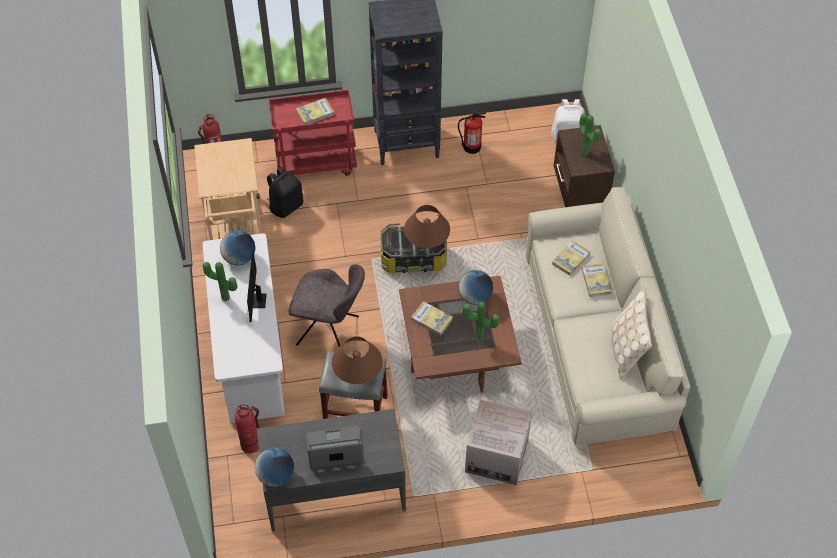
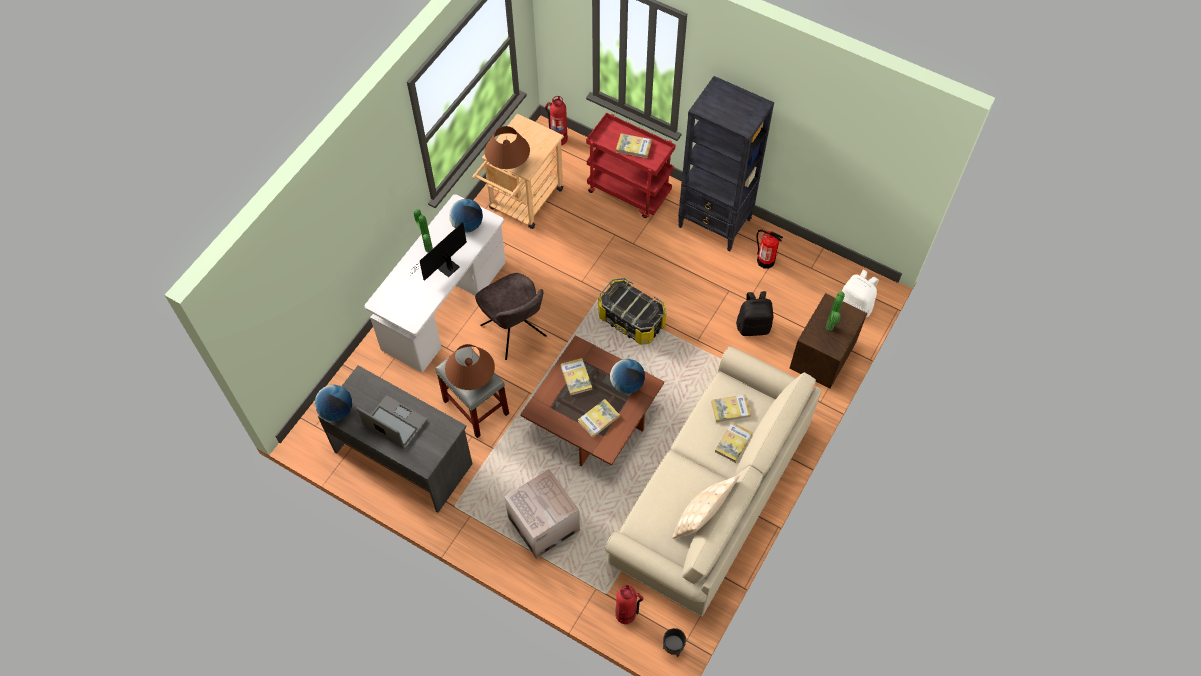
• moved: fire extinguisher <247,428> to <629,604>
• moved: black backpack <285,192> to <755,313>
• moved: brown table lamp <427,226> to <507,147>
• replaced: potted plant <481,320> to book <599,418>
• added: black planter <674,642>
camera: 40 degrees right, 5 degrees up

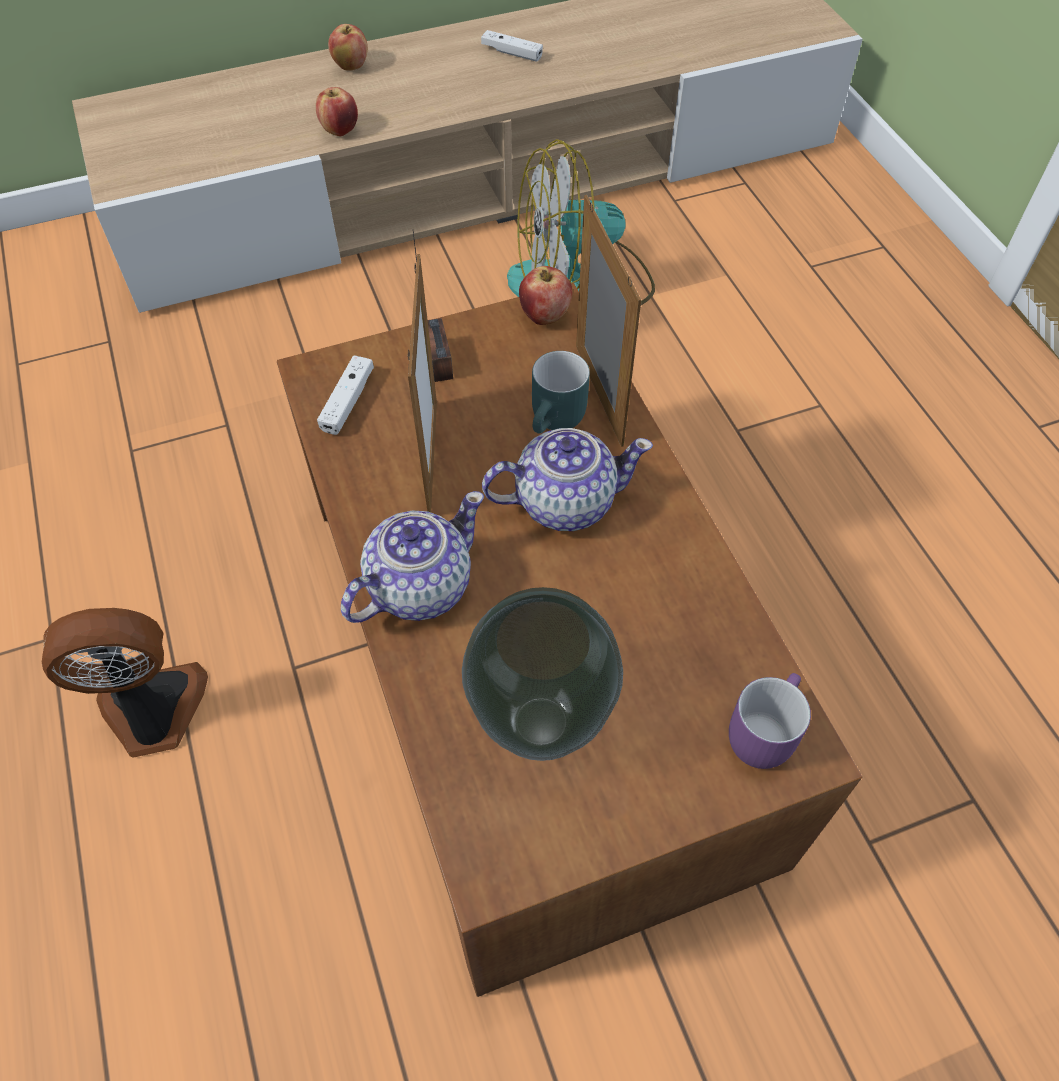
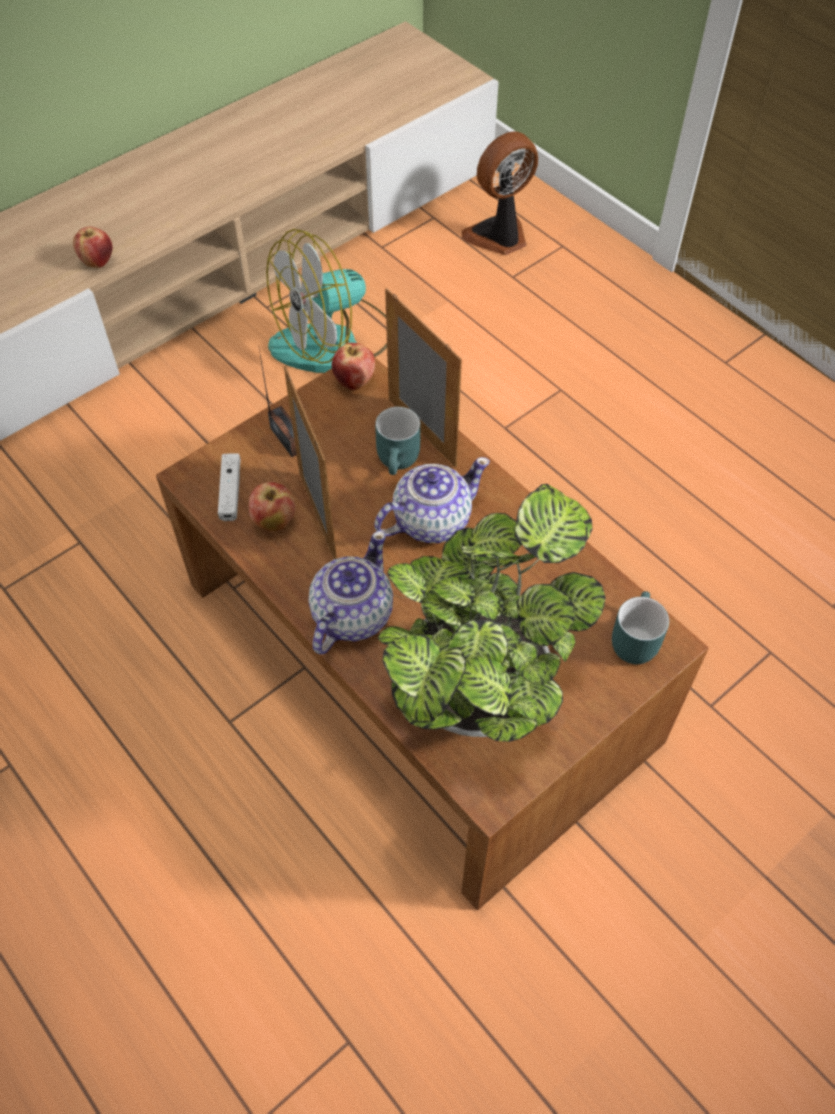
• moved: fan <125,683> to <500,193>
• moved: apple <348,47> to <272,506>
• replaced: vase <542,674> to potted plant <492,613>
• removed: white game controller <512,46>
• recoloured: purple mug <770,721> to turquoise mug <640,627>
camera: 20 degrees left, 0 degrees up

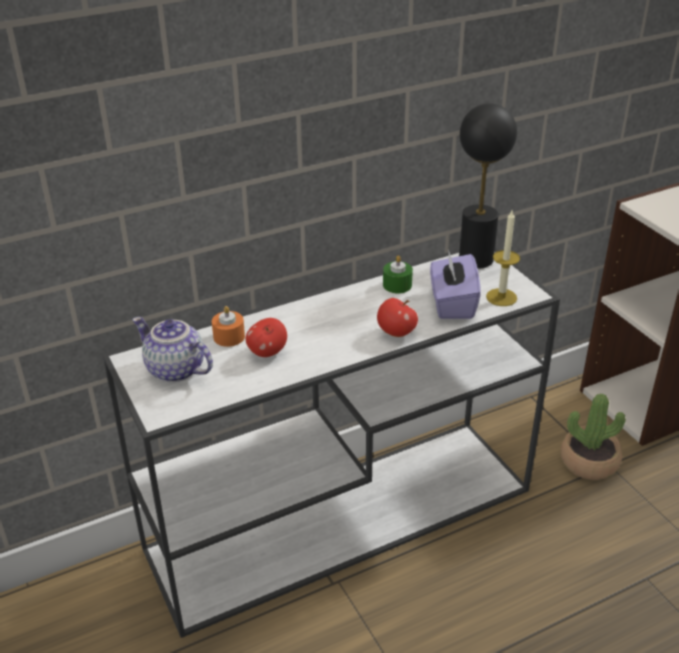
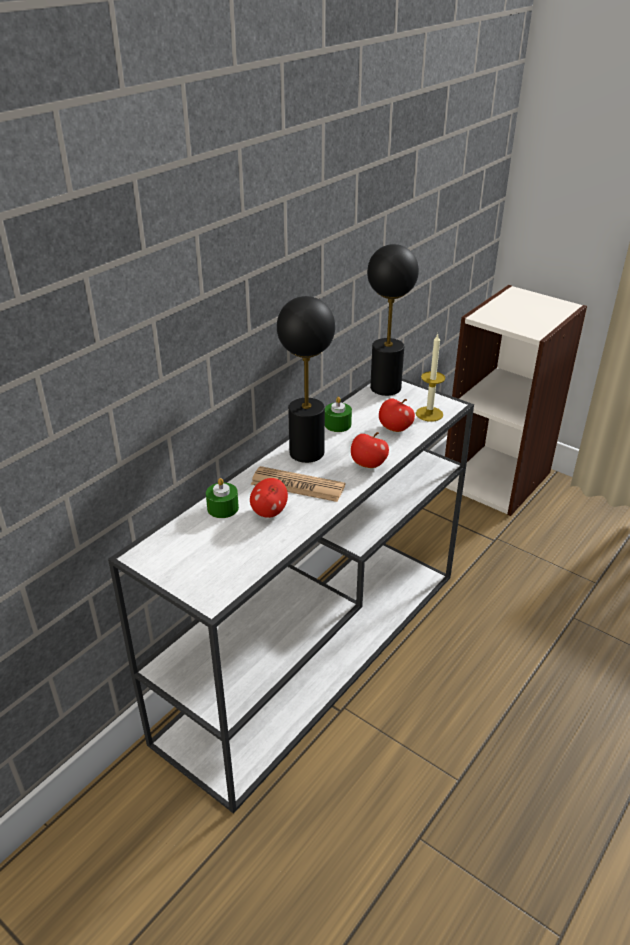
• removed: teapot <172,349>
• recoloured: orange candle <228,326> to green candle <222,498>
• replaced: purple tissue box <455,285> to apple <397,415>
• removed: potted plant <593,437>
• added: newspaper <298,484>
• added: black table lamp <306,379>
camera: 25 degrees left, 0 degrees up

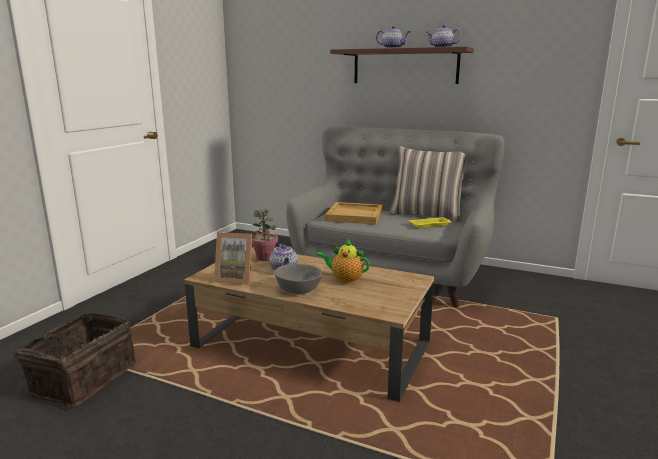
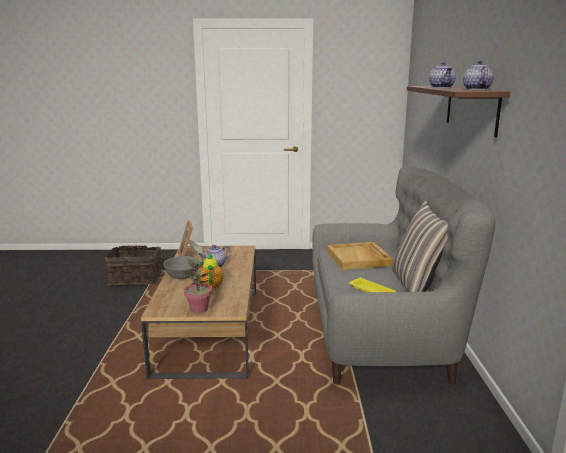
• moved: potted plant <265,234> to <197,286>
camera: 65 degrees right, 0 degrees up

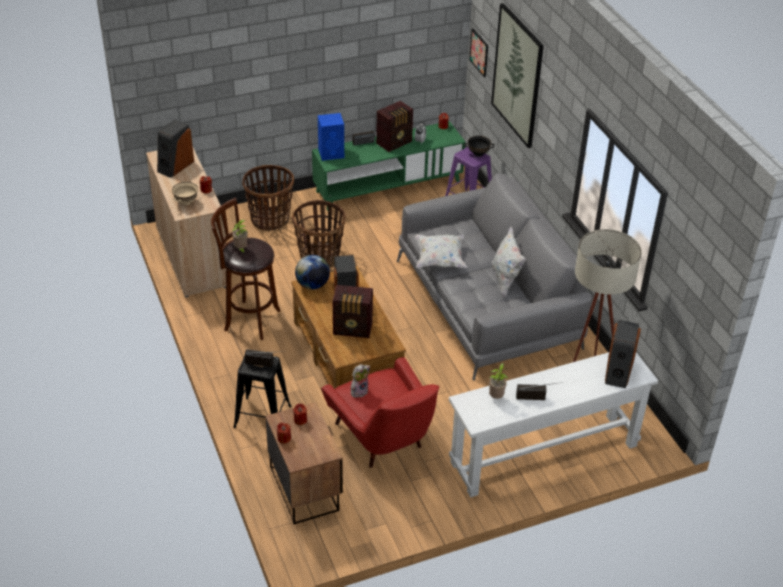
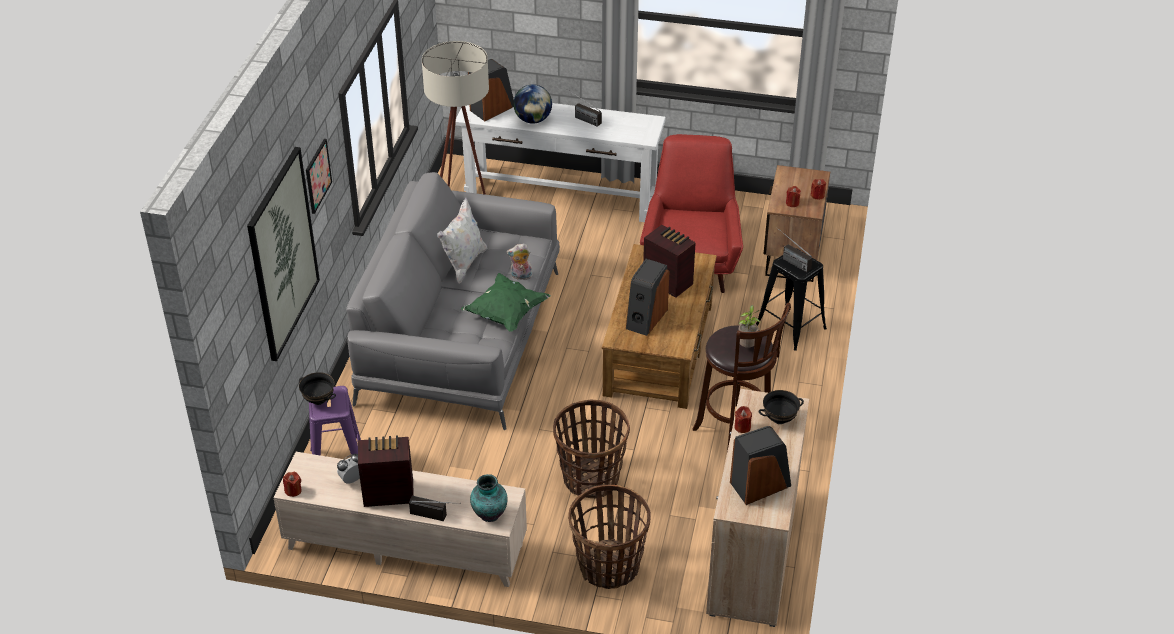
• recoloured: beige bowl <185,193> to black bowl <781,407>
• moved: globe <312,272> to <532,104>
• recoloured: green tv stand <388,166> to beige tv stand <400,519>
• replaced: blue speaker <331,137> to vase <489,498>
• moved: plush toy <360,381> to <519,261>
• recoloured: white pillow <441,251> to green pillow <506,302>
• moved: picture <478,52> to <319,176>
• removed: potted plant <498,381>
camera: 145 degrees left, 0 degrees up

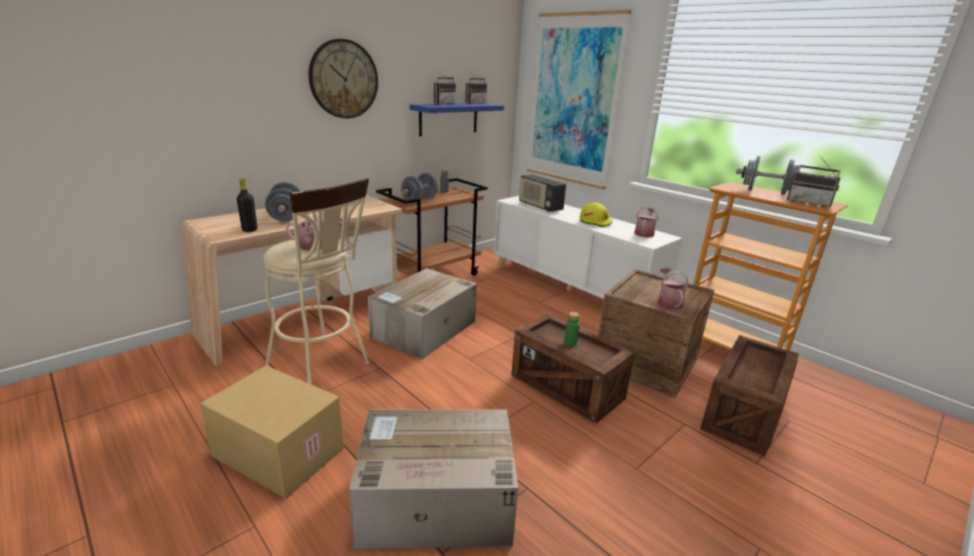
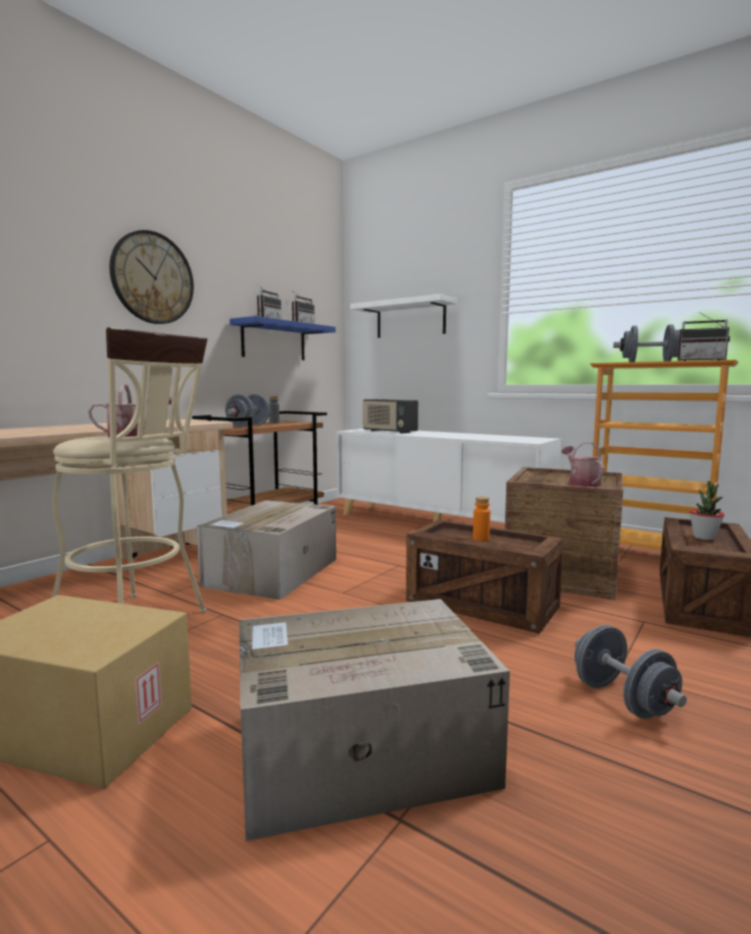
• removed: black bottle <247,205>
• moved: grey dumbbell <283,202> to <631,672>
• replaced: picture <579,99> to white shelf <403,316>
• recoloured: green bottle <572,329> to orange bottle <481,519>
• removed: yellow hard hat <596,214>
• removed: watering can <646,222>
• added: potted plant <706,510>
camera: 10 degrees left, 15 degrees down

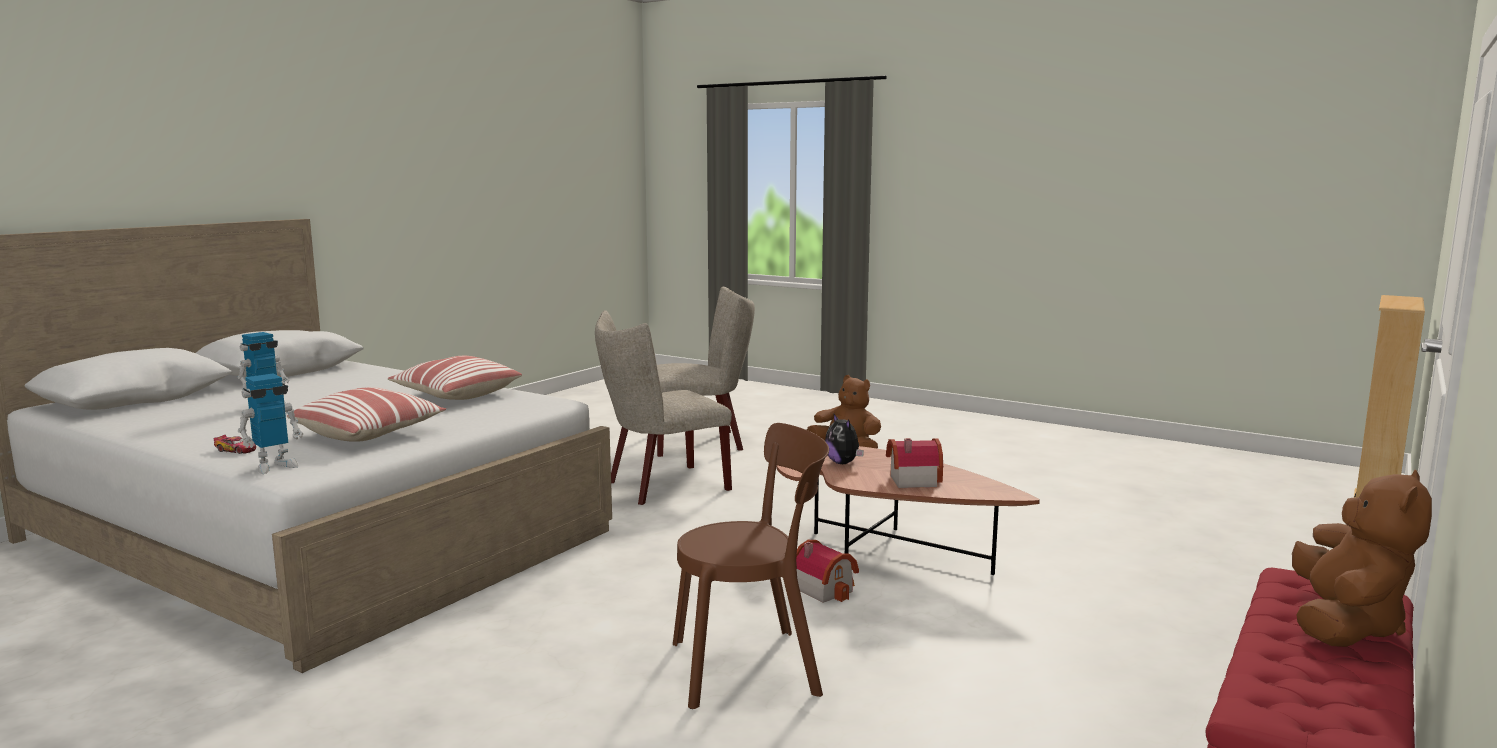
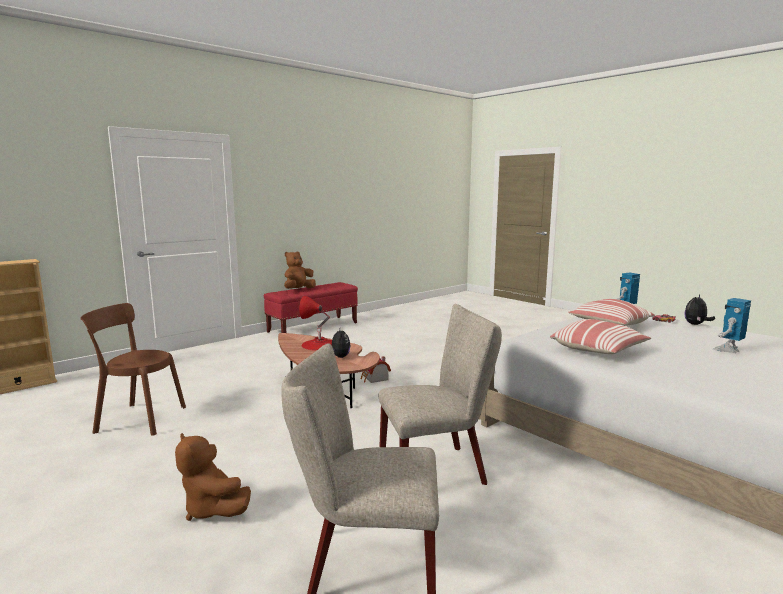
• moved: brown chair <751,566> to <133,369>
• replaced: toy house <914,463> to red table lamp <315,323>
• added: plush toy <699,309>
camera: 165 degrees left, 0 degrees up

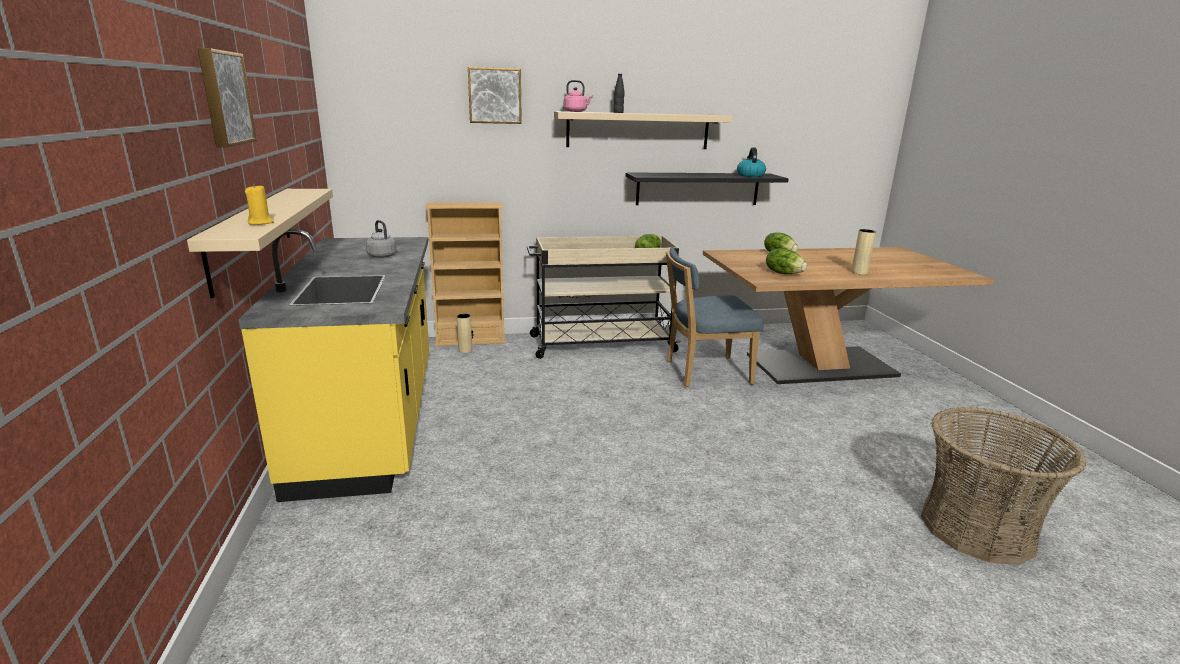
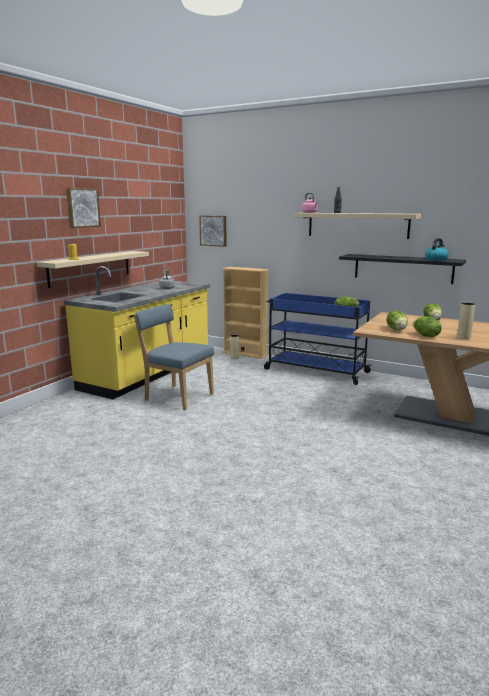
• moved: picture <495,95> to <213,231>
• recoloured: beige cart <604,297> to blue cart <318,339>
• moved: blue chair <715,317> to <174,357>
• removed: basket <1003,486>
• added: lettuce <427,326>
camera: 40 degrees right, 5 degrees down

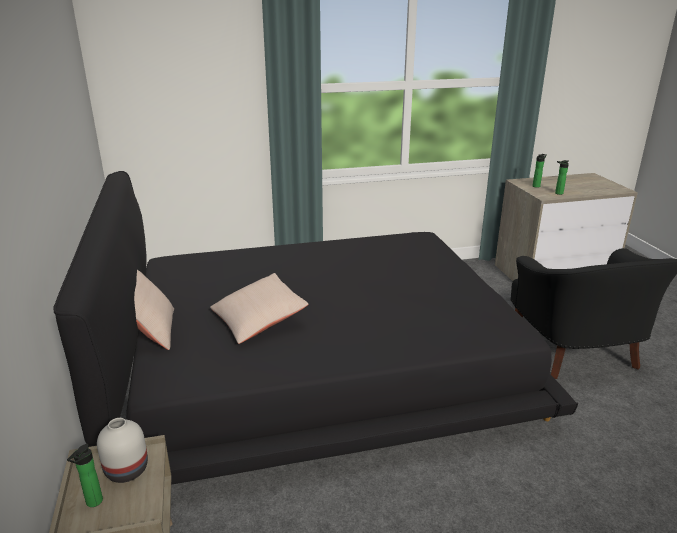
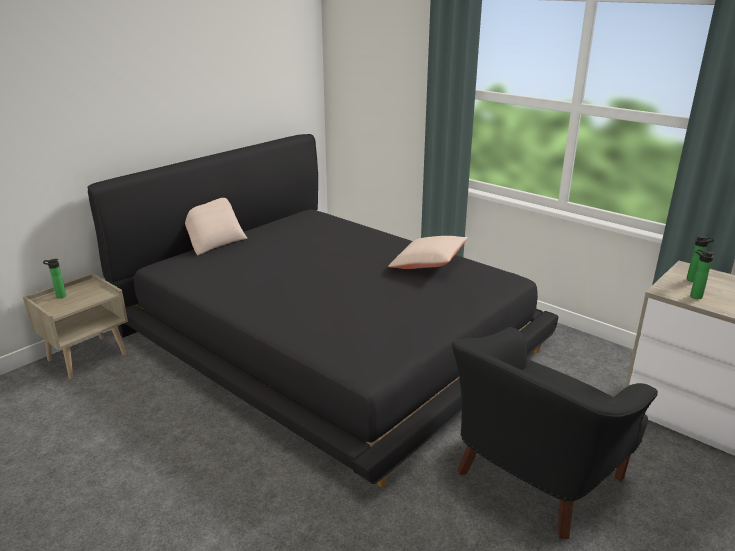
• removed: white vase <122,450>
• moved: beige pillow <259,308> to <428,252>
camera: 55 degrees right, 0 degrees up

